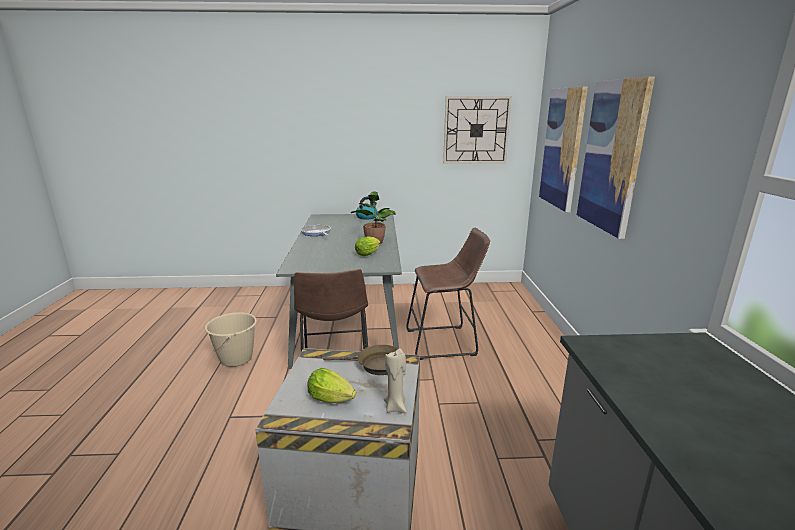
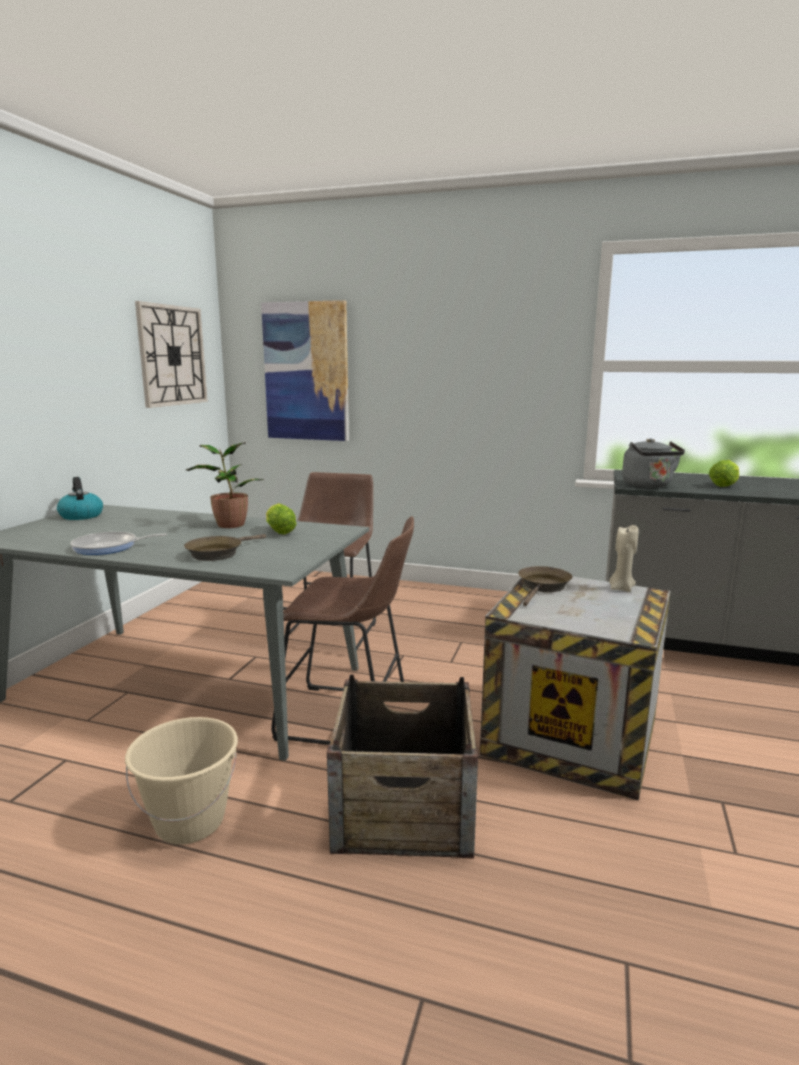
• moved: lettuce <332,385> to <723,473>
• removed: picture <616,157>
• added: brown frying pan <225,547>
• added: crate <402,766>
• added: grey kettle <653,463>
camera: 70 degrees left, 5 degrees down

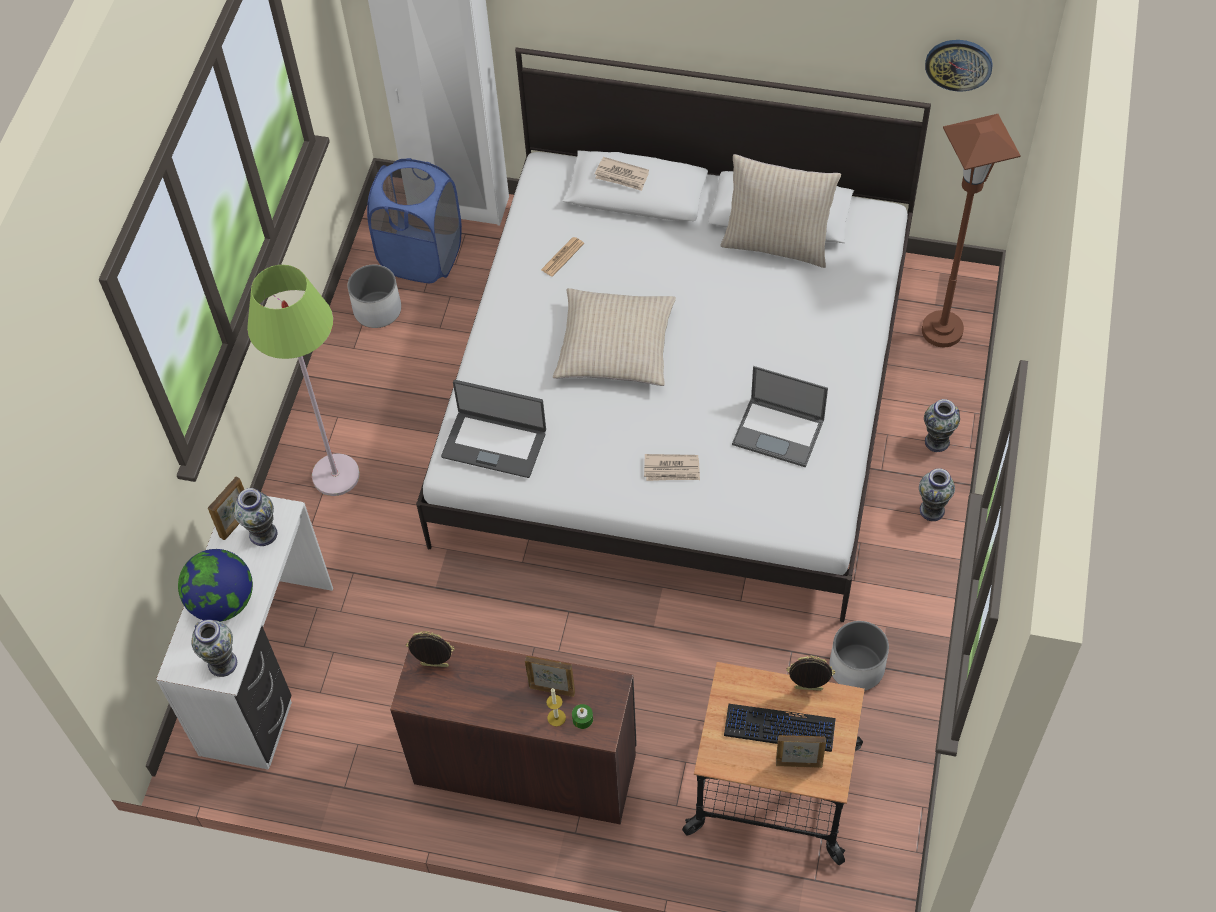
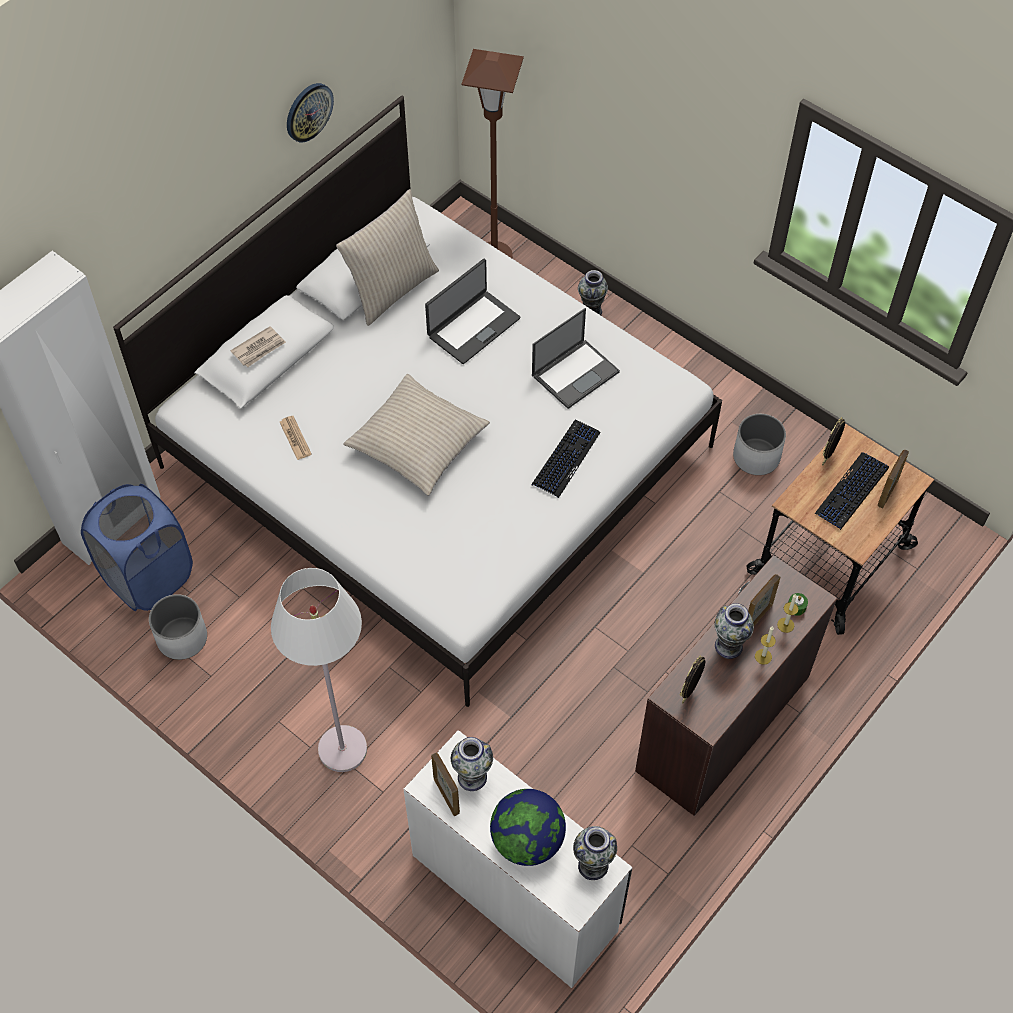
• recoloured: green floor lamp <303,380> to white floor lamp <319,670>
• moved: laptop <493,429> to <472,311>
• replaced: newspaper <672,467> to keyboard <566,458>
• moved: vase <937,494> to <734,631>
• moved: wall clock <959,65> to <310,112>
• added: candle <765,645>
camera: 65 degrees left, 0 degrees up

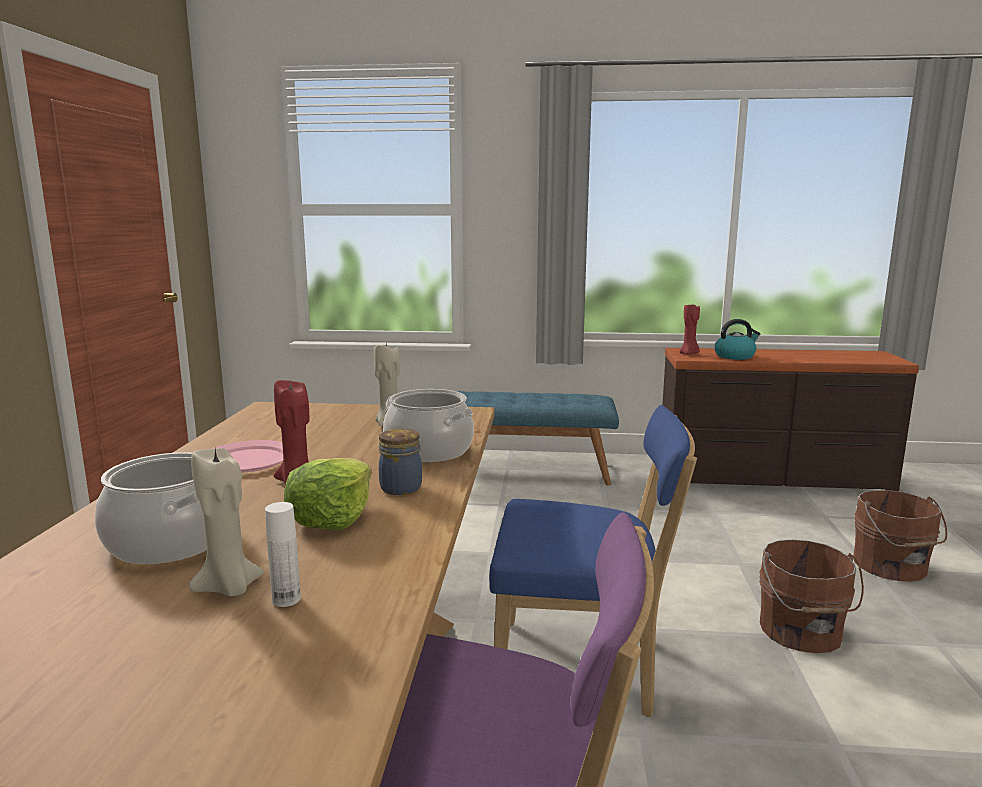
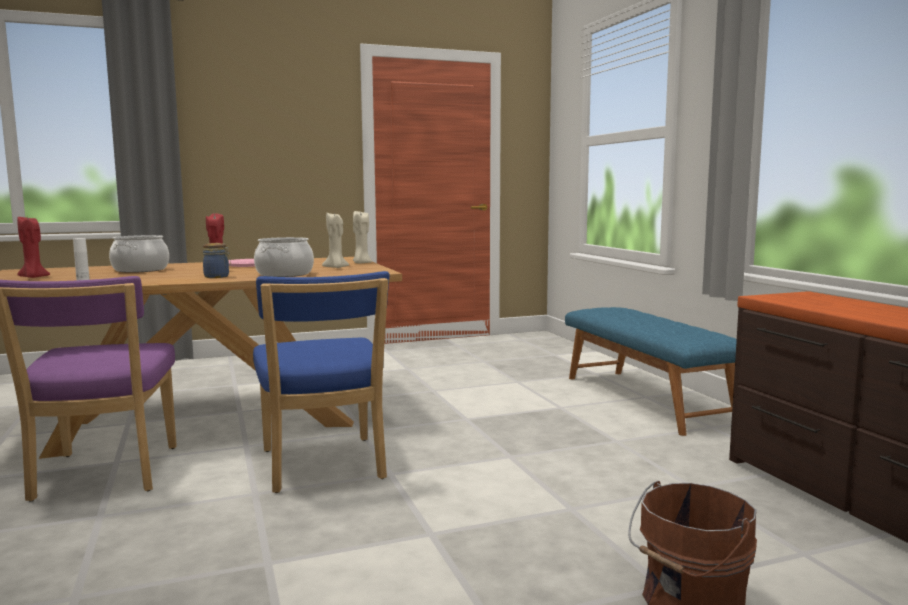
• moved: beige candle <226,522> to <362,237>
• removed: lettuce <328,494>
• moved: red candle <690,330> to <33,247>
• removed: kettle <737,339>
• removed: brown bucket <811,596>
camera: 65 degrees right, 5 degrees down

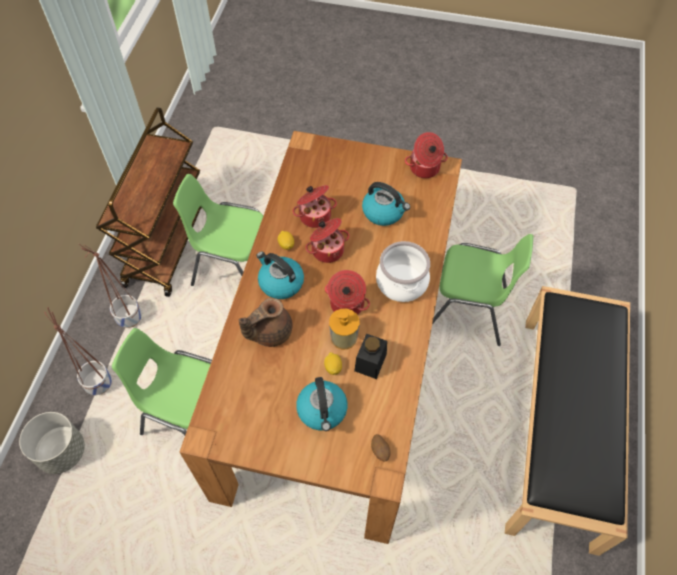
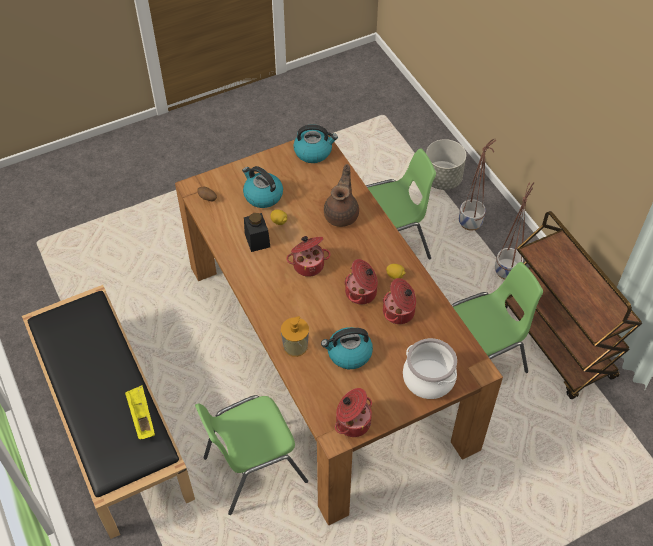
• moved: kettle <280,275> to <315,143>
• moved: soap dispenser <344,329> to <295,336>
• moved: cooking pot <403,271> to <430,368>
• added: yellow tray <140,412>
camera: 140 degrees right, 5 degrees down

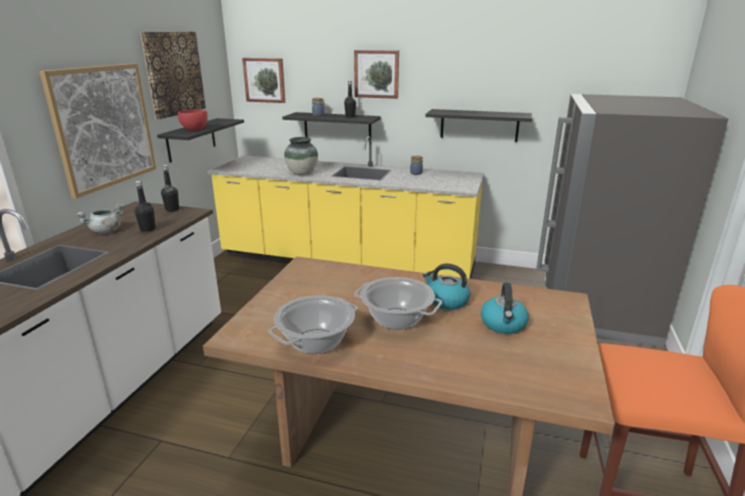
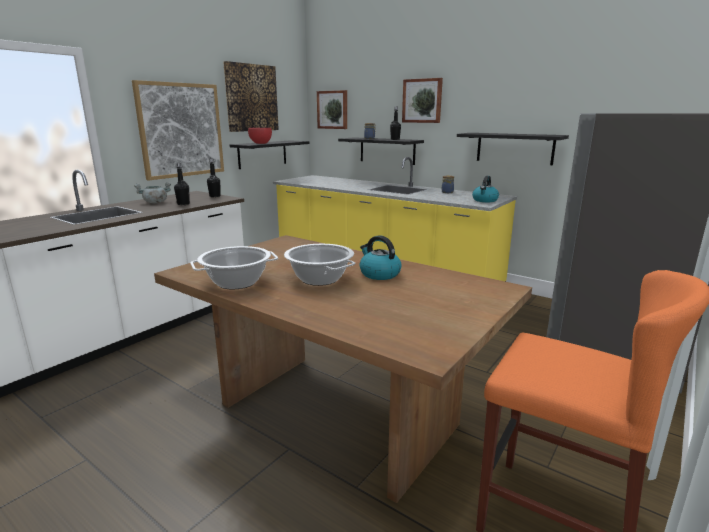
• removed: vase <301,156>
• moved: kettle <505,308> to <485,189>
camera: 20 degrees right, 5 degrees down

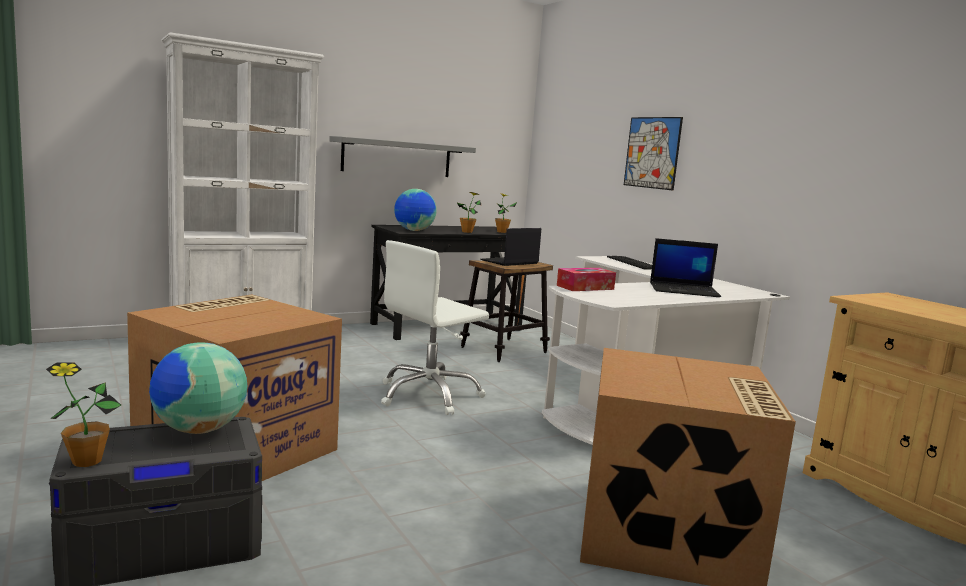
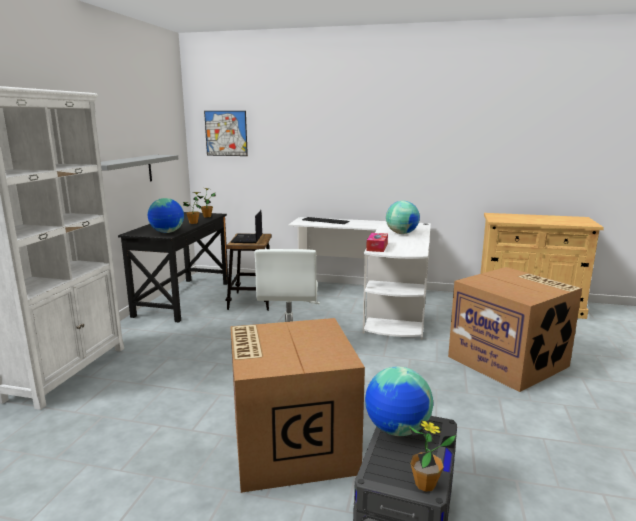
• moved: picture <653,154> to <226,133>
• replaced: laptop <685,267> to globe <403,217>
camera: 45 degrees left, 5 degrees up

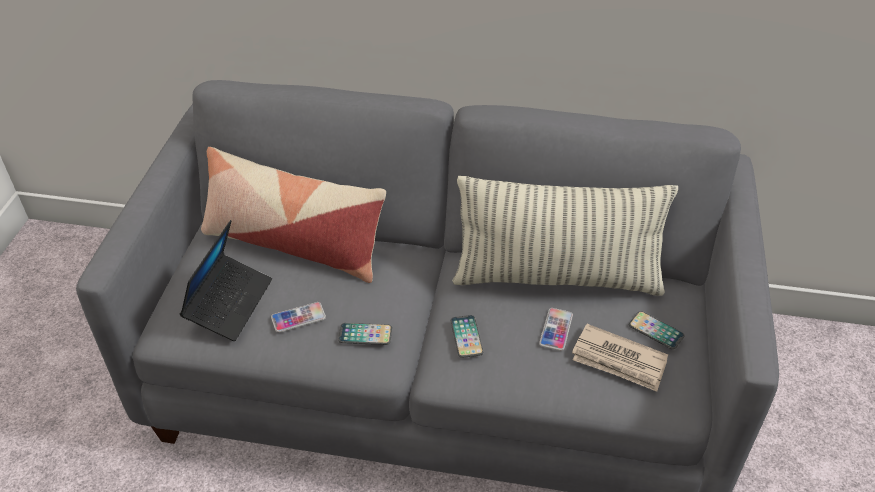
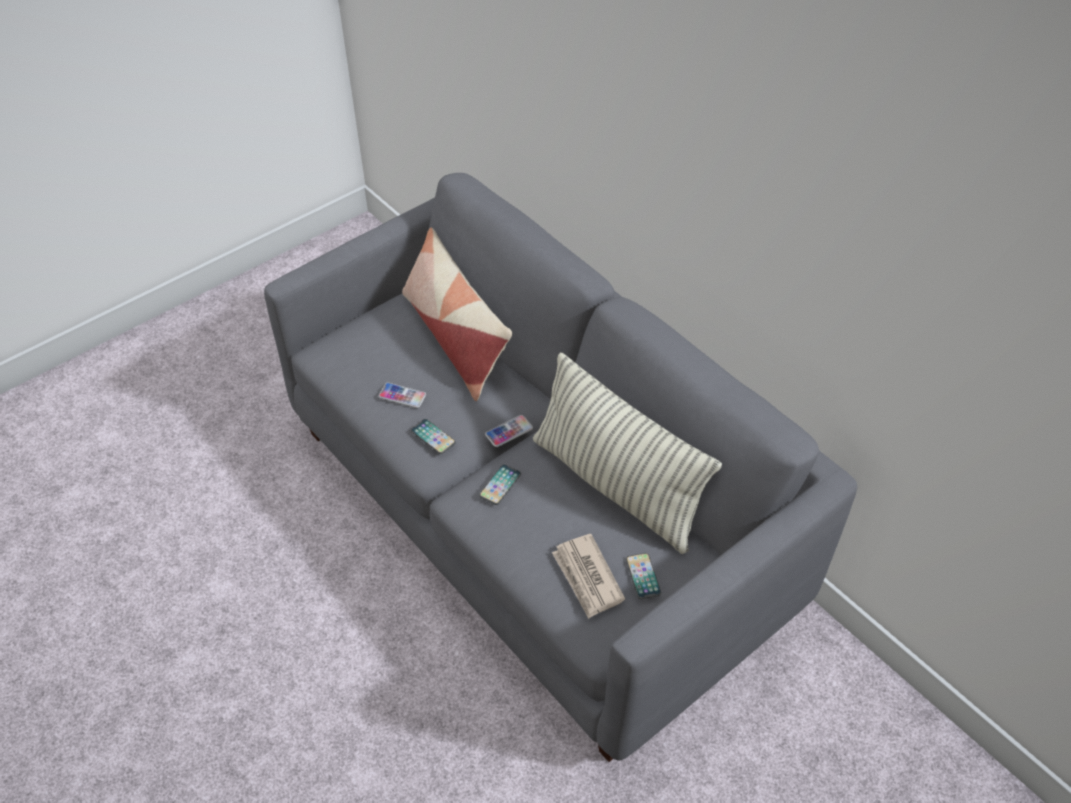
• removed: laptop <226,280>
• moved: phone <556,329> to <509,431>
camera: 40 degrees right, 5 degrees up

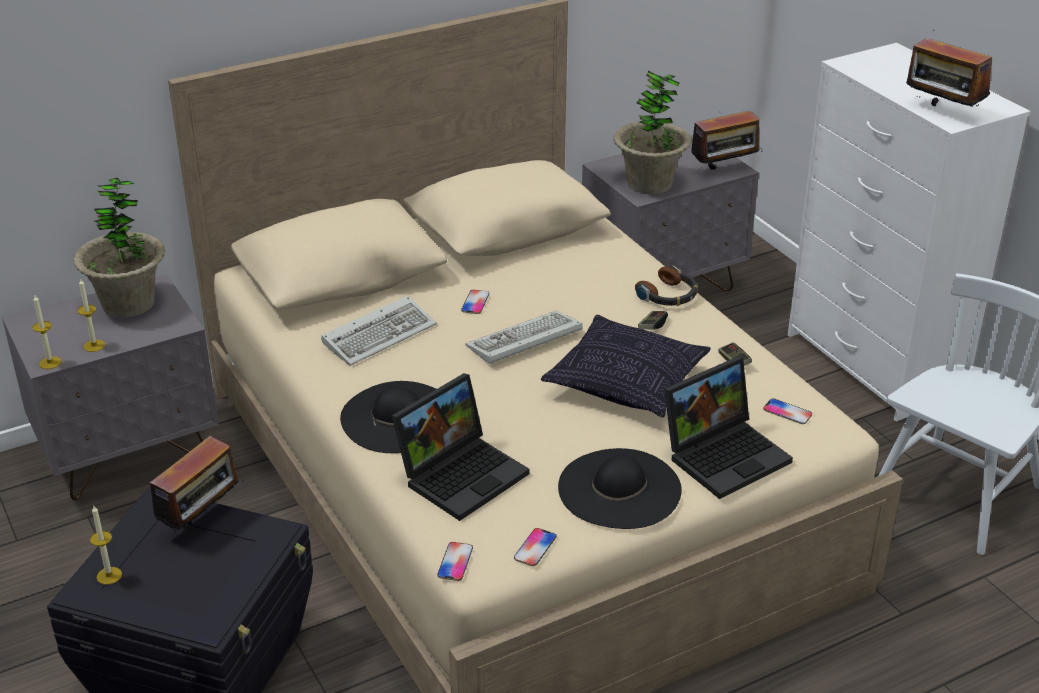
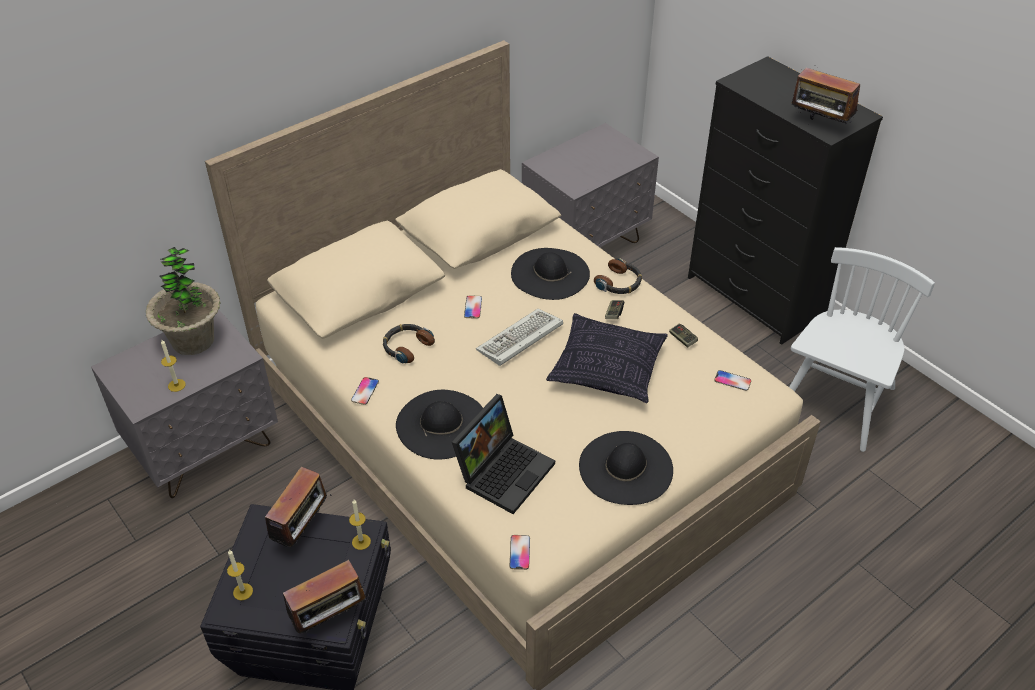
• moved: candle <47,332> to <360,525>
• replaced: keyboard <379,331> to headphones <409,343>
• moved: phone <535,547> to <365,391>
• removed: potted plant <652,132>
• removed: laptop <728,427>
• moved: radio <726,137> to <322,597>
• recoloured: white dresser <909,232> to black dresser <785,200>
• added: black hat <550,274>
camera: 10 degrees left, 10 degrees up

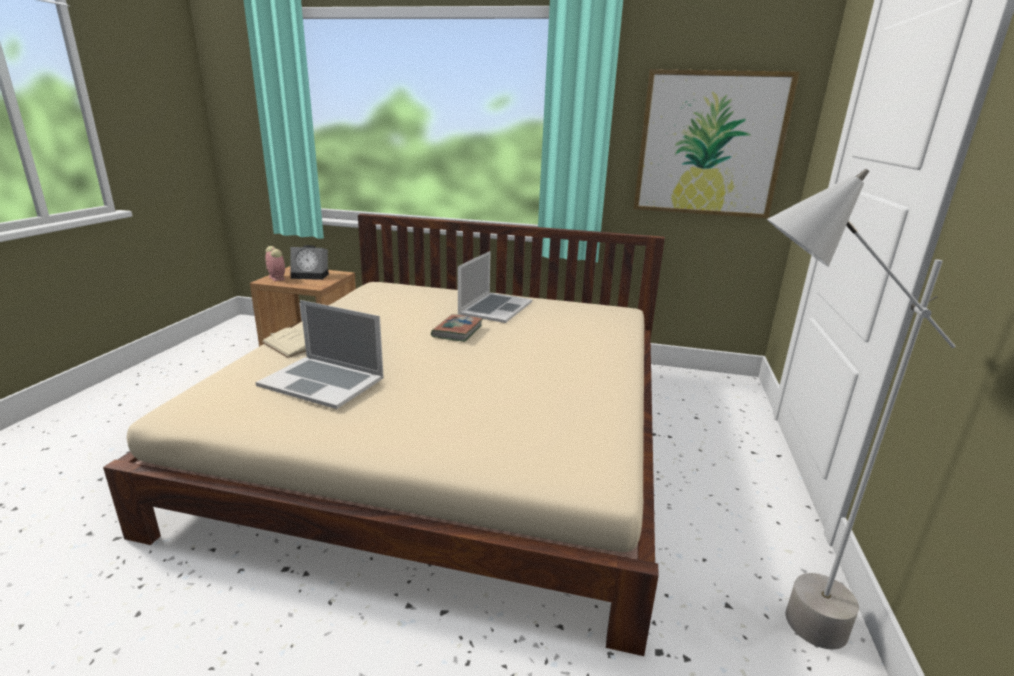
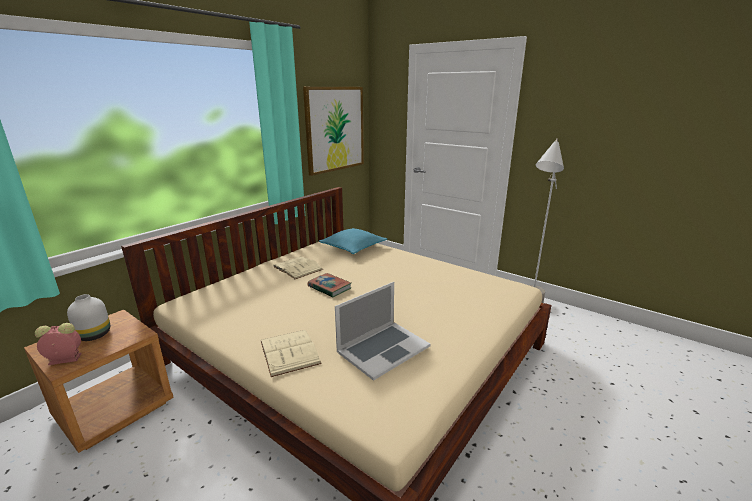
• replaced: alarm clock <309,262> to white vase <88,317>
• replaced: laptop <495,287> to beige book <298,268>
• added: turquoise pillow <353,241>
camera: 65 degrees left, 0 degrees up

